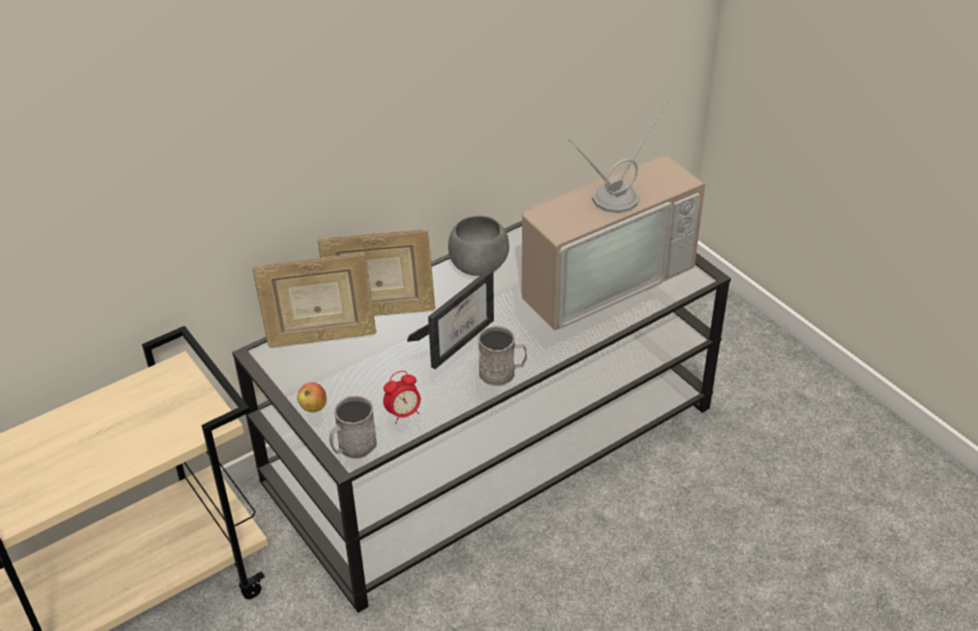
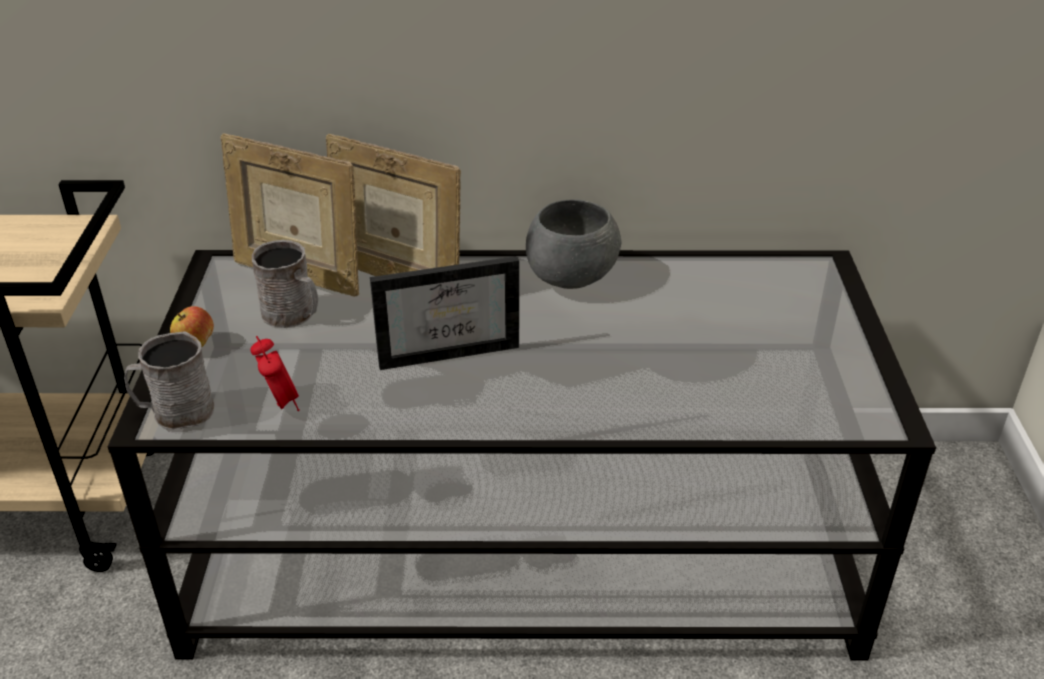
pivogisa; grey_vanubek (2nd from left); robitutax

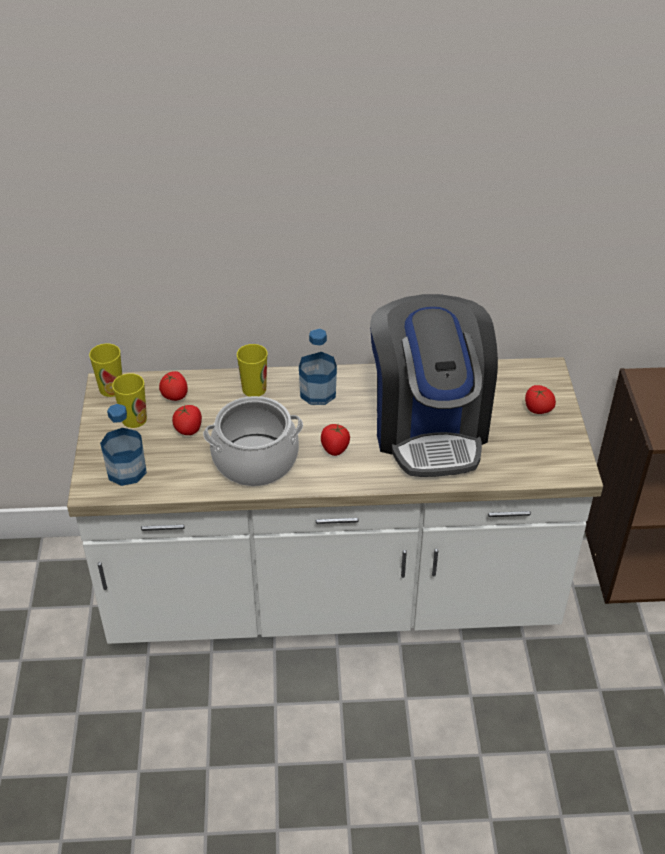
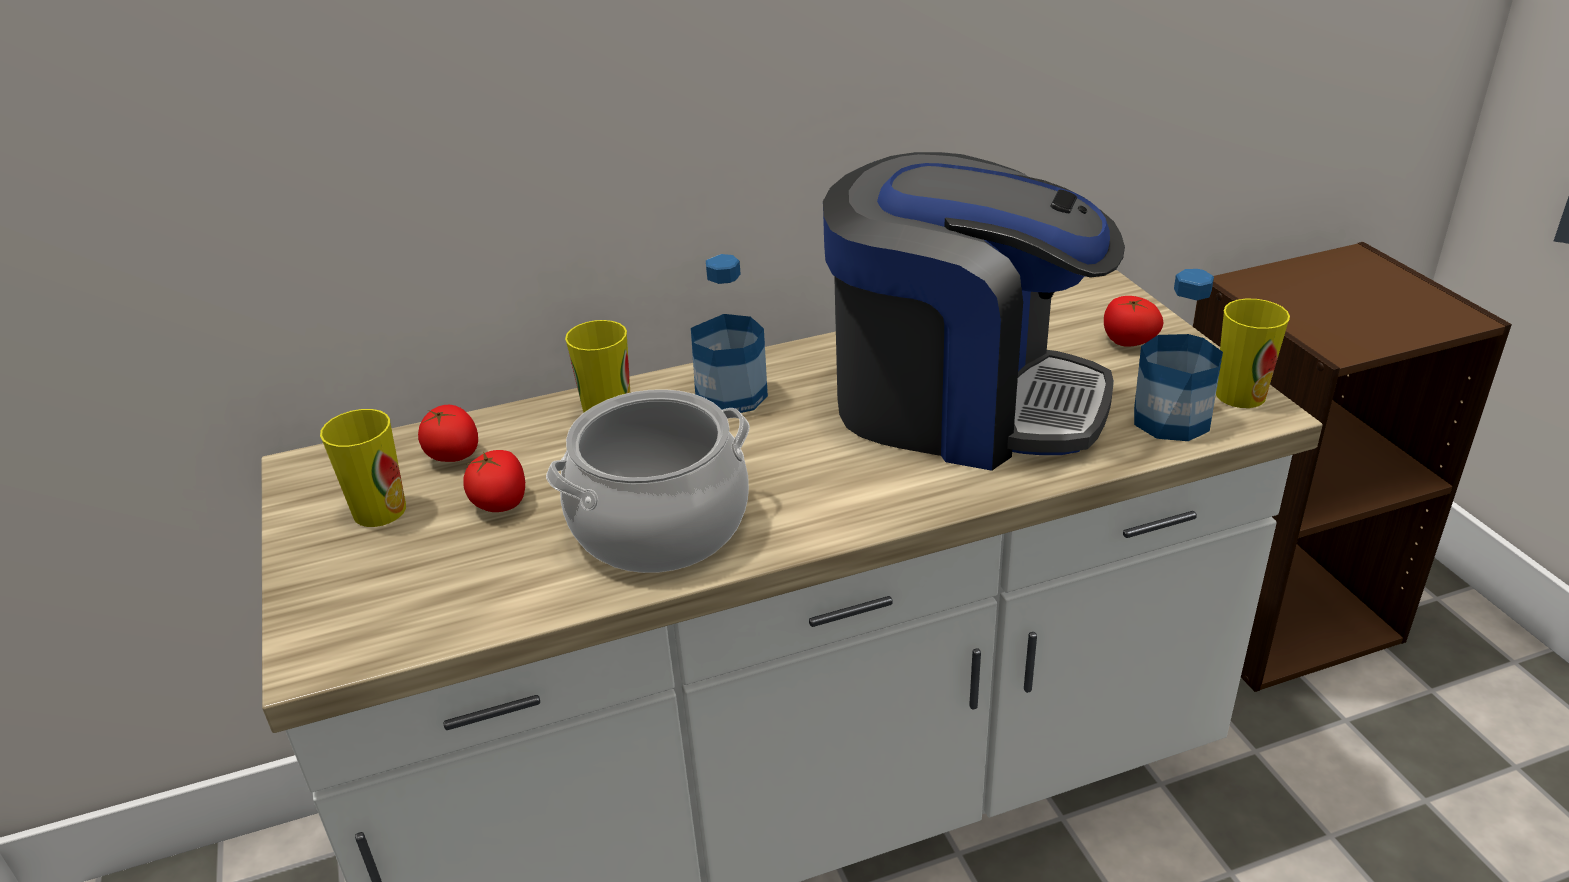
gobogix; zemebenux (2nd from left); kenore (3rd from left); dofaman (3rd from left in the first image)

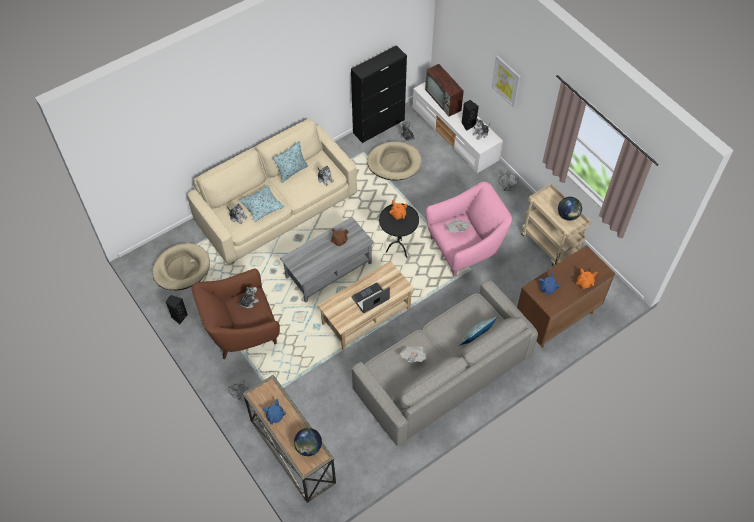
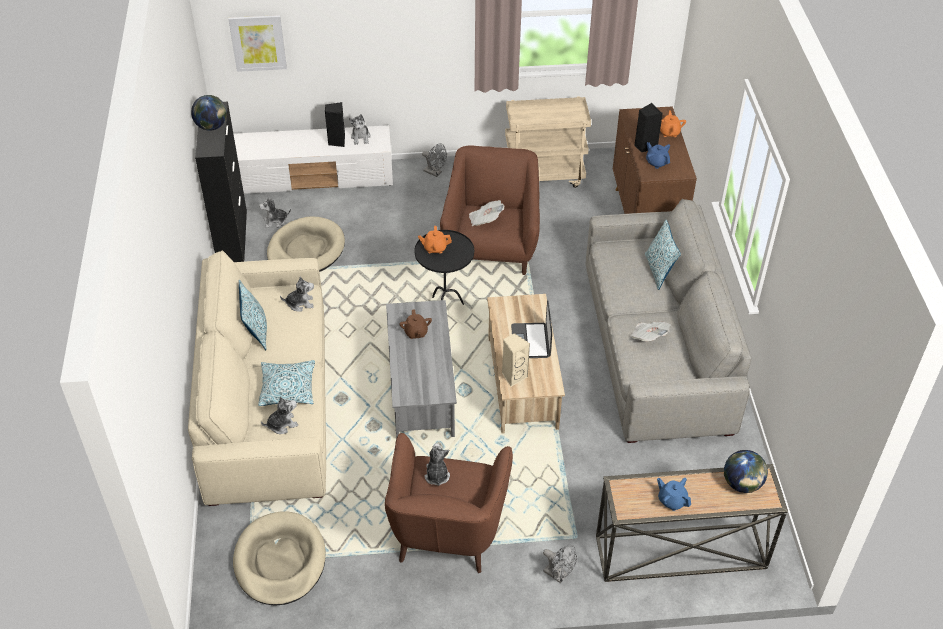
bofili (1st from left); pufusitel; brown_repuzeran (2nd from left); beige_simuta; black_simuta (2nd from left); robitutax

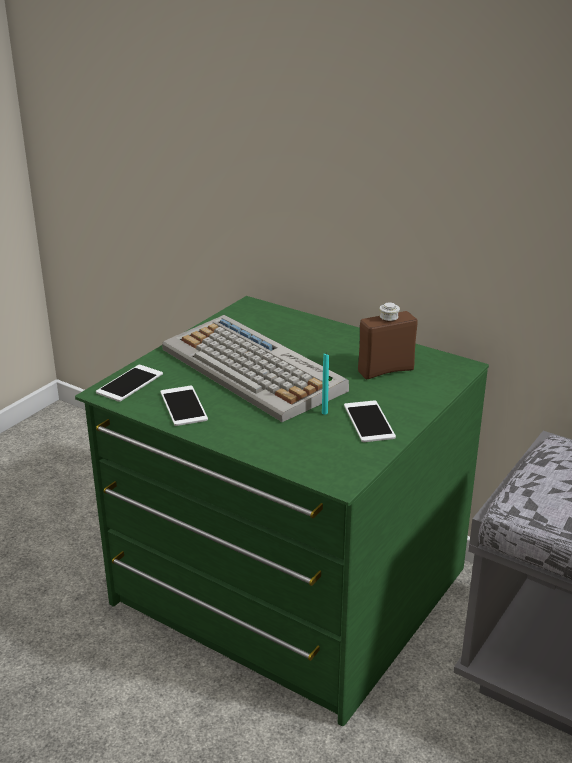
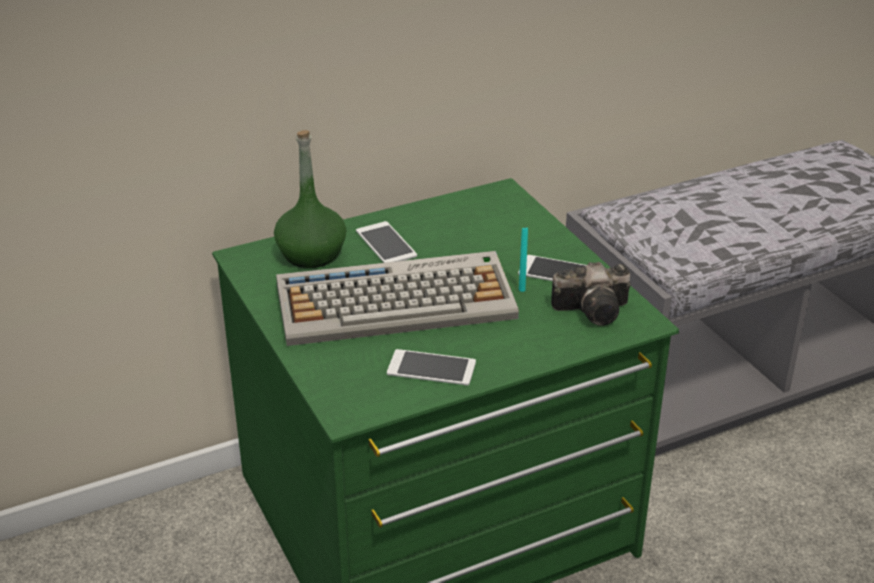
green_zemebenux; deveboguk (1st from left); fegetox; brown_zemebenux

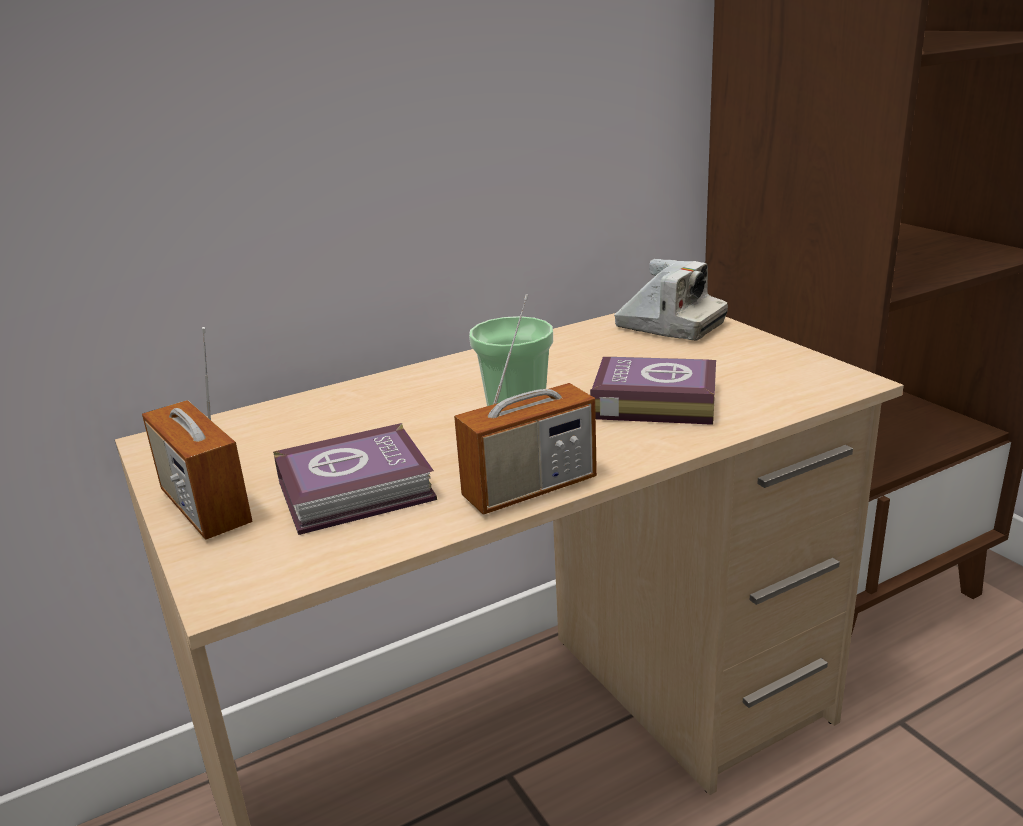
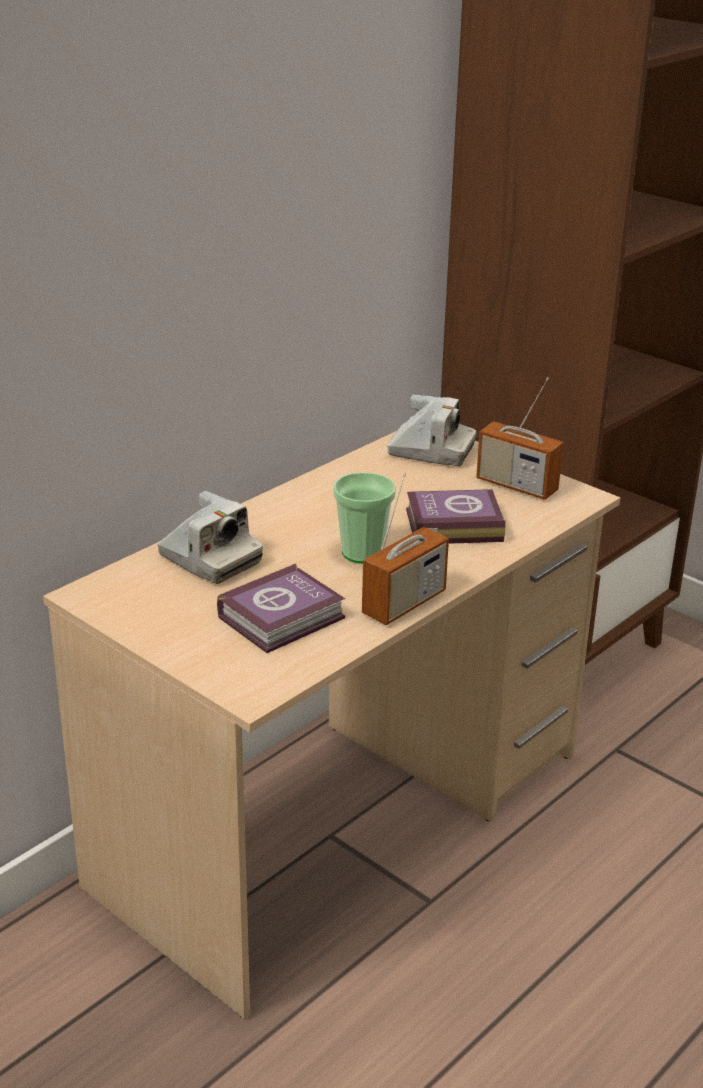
fegetox (1st from left); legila (2nd from left)

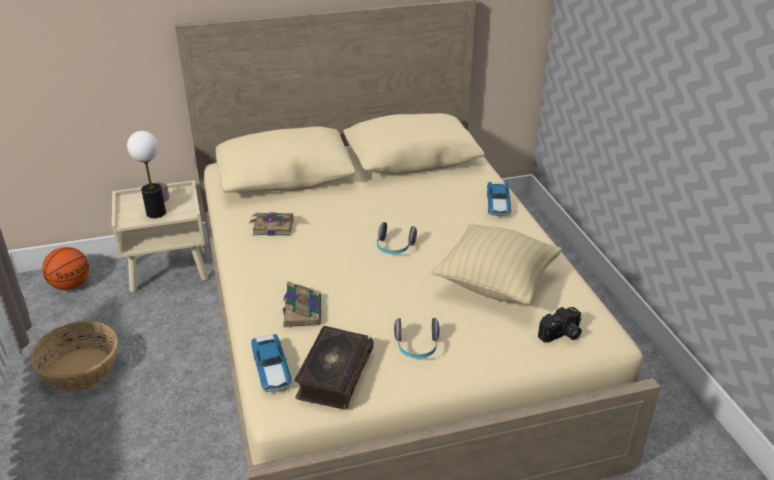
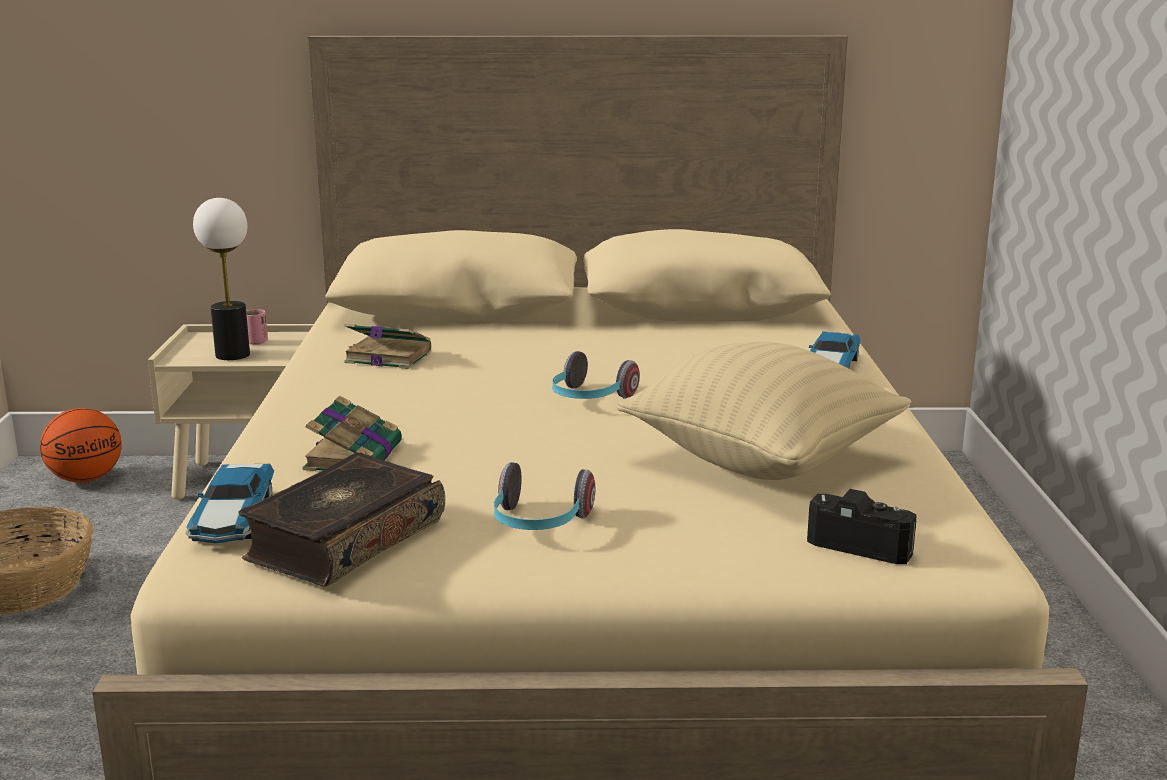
fegetox

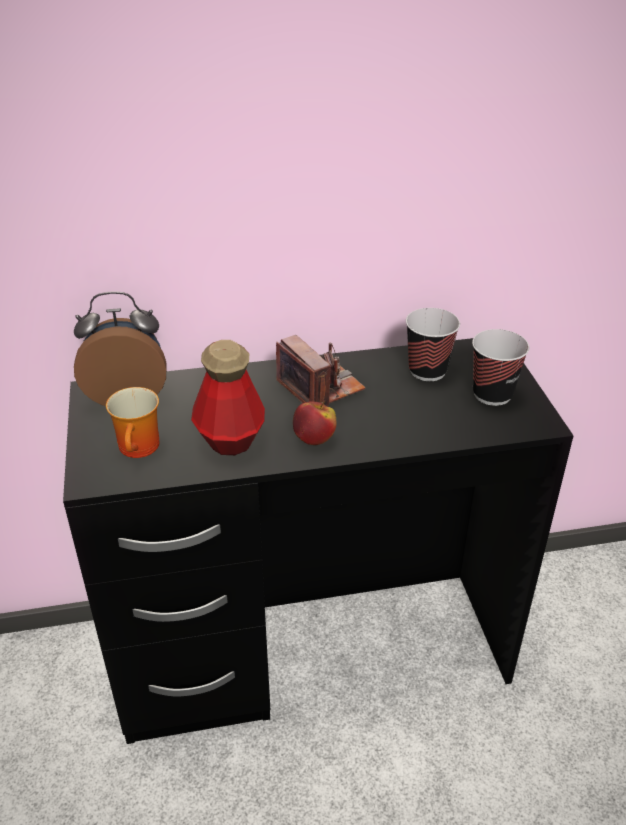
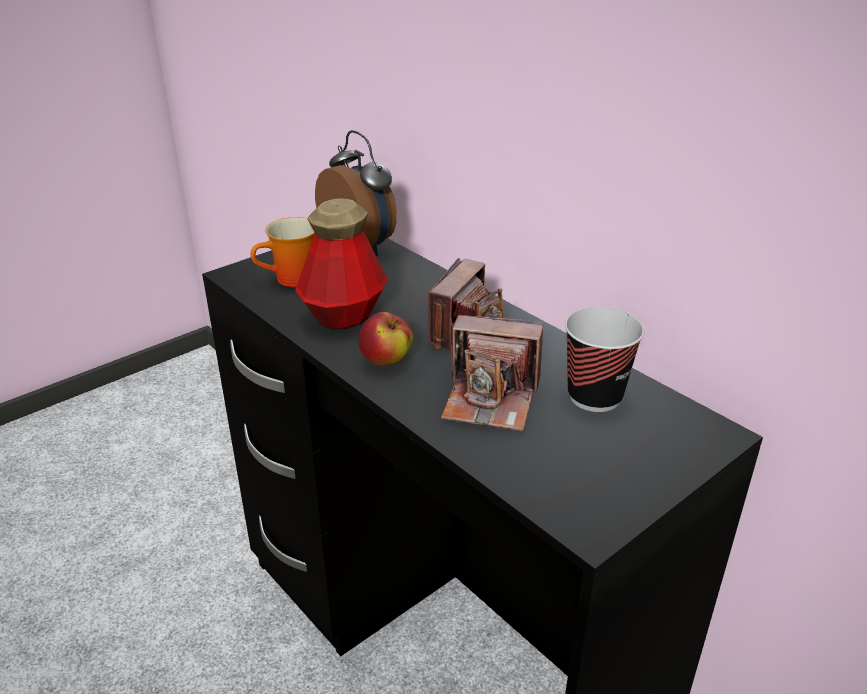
fegetox (2nd from left); kenore (2nd from left in the first image)

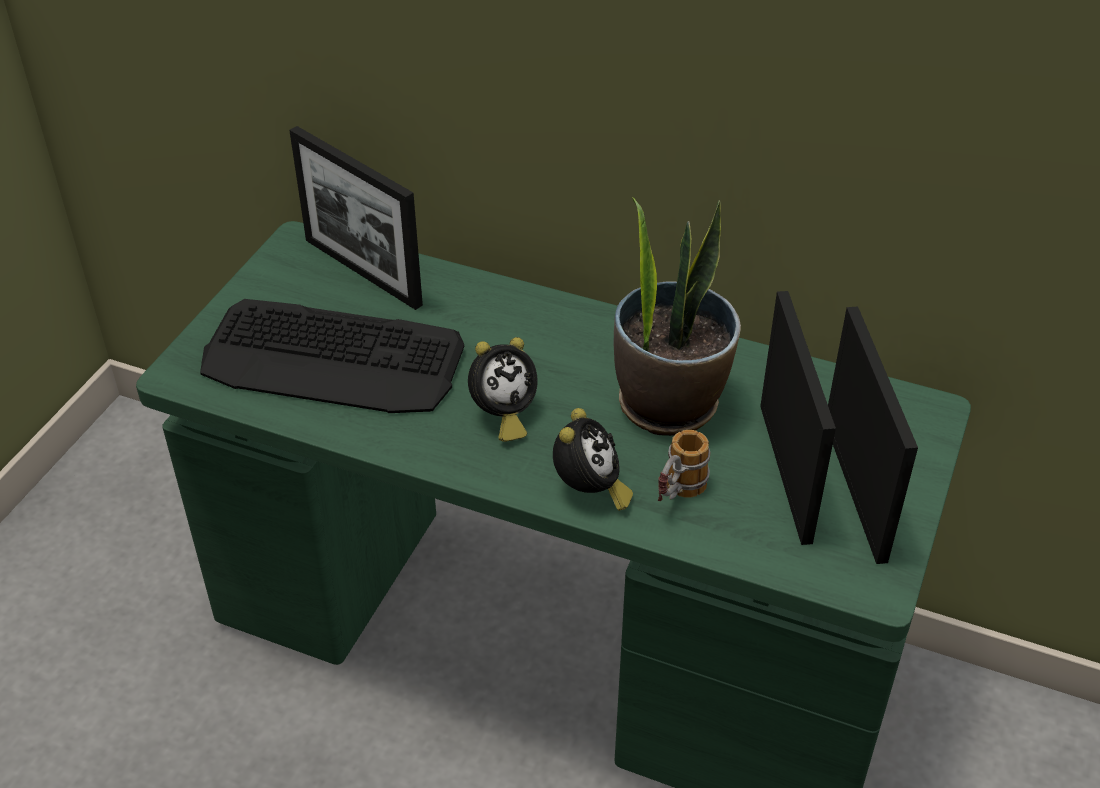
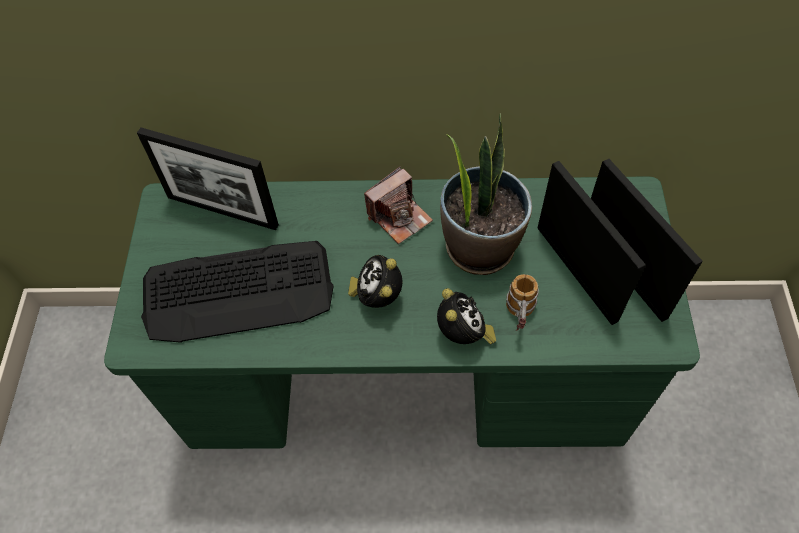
pivogisa (1st from left); fegetox

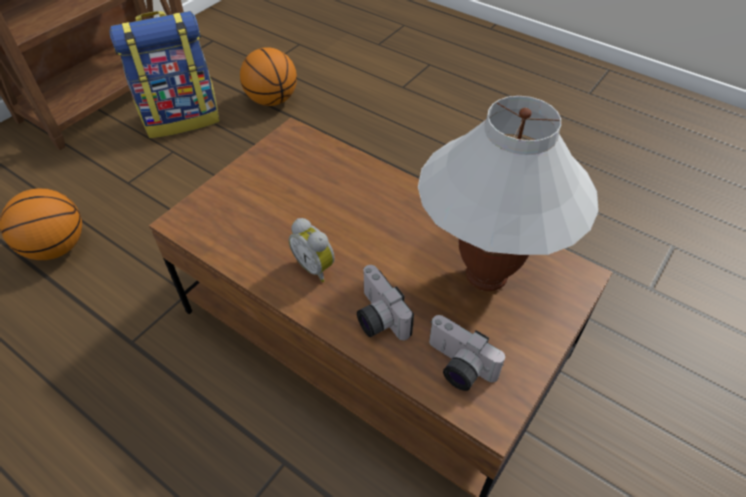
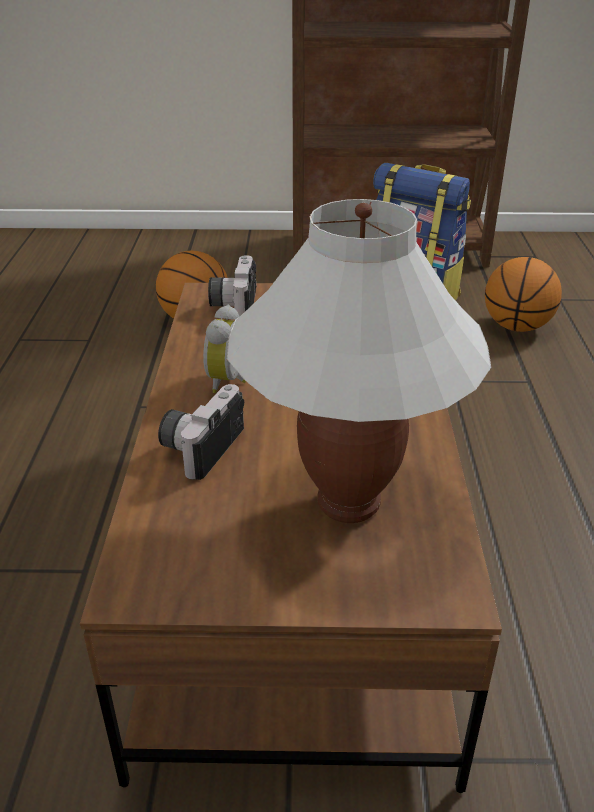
fegetox (2nd from left)

